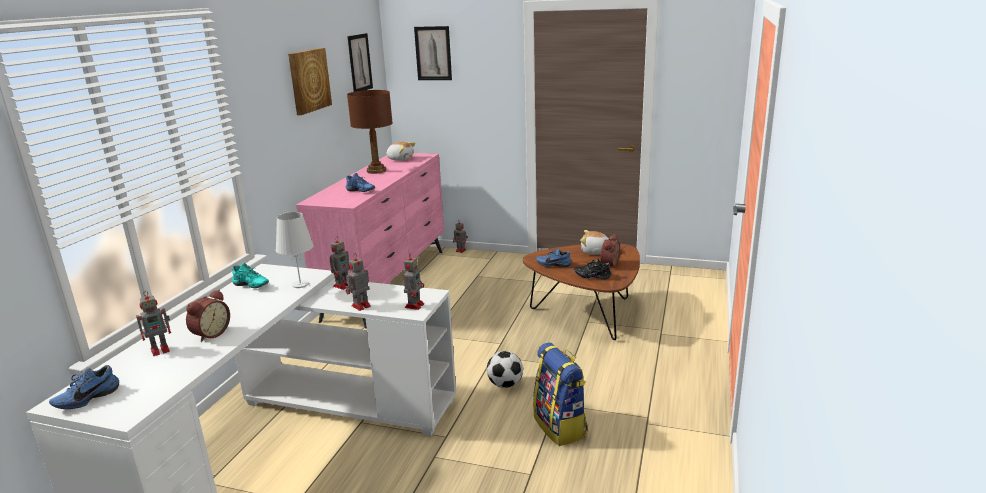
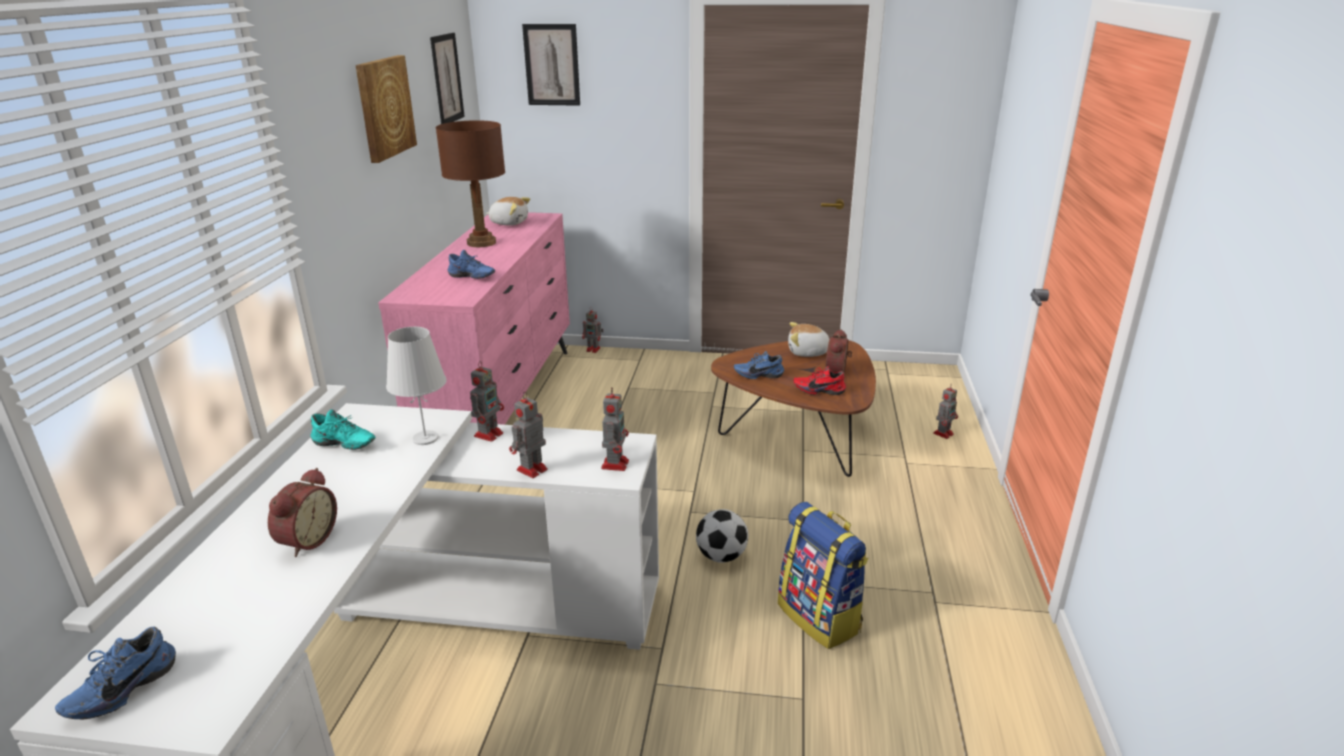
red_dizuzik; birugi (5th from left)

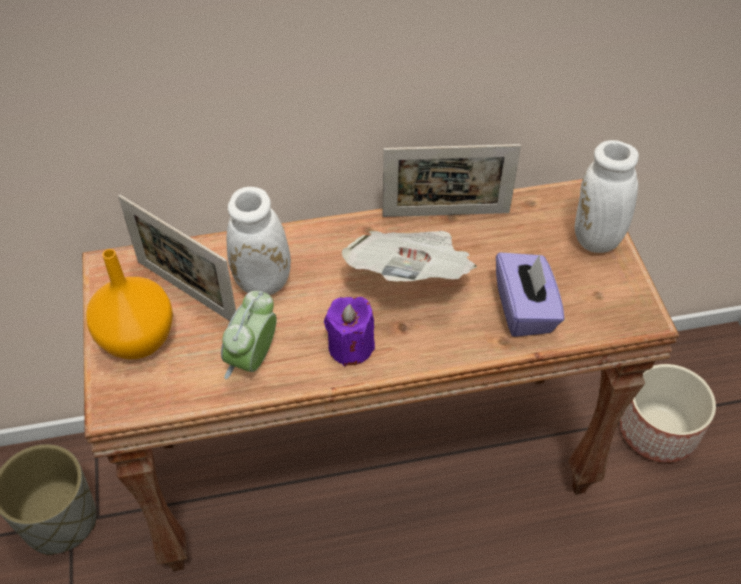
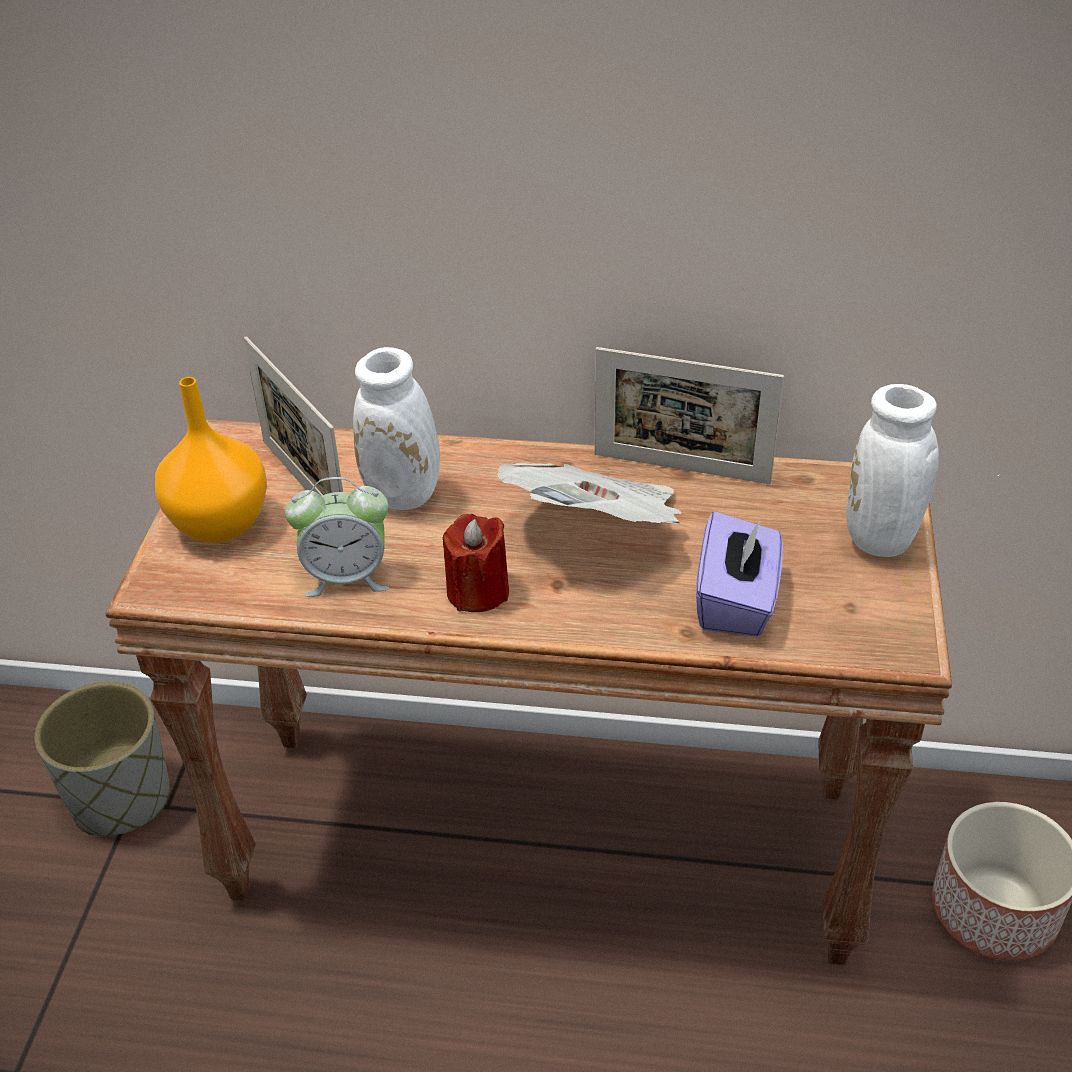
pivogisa; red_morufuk

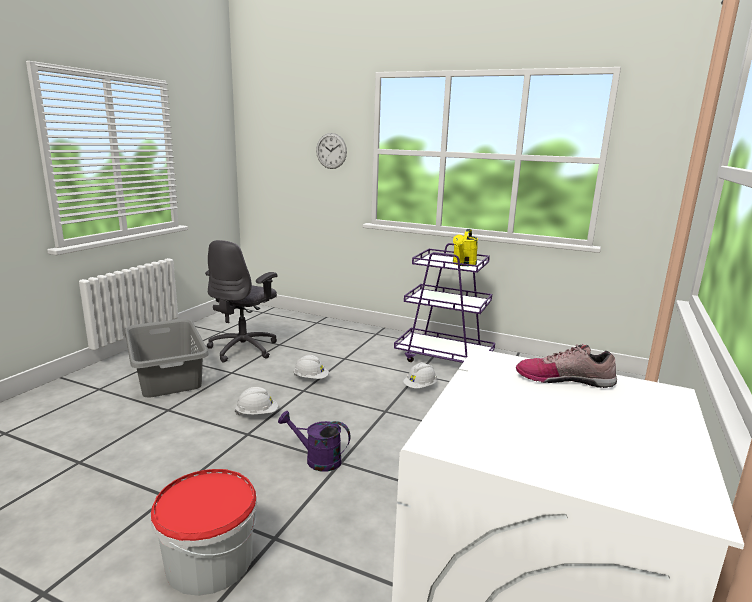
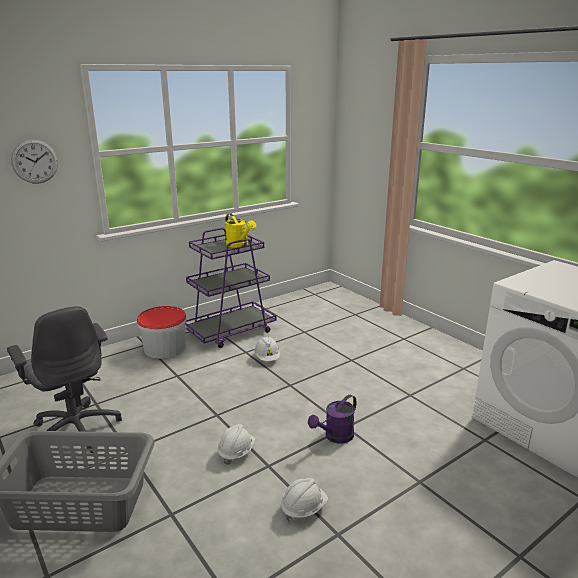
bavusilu; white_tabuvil (3rd from left); dizuzik

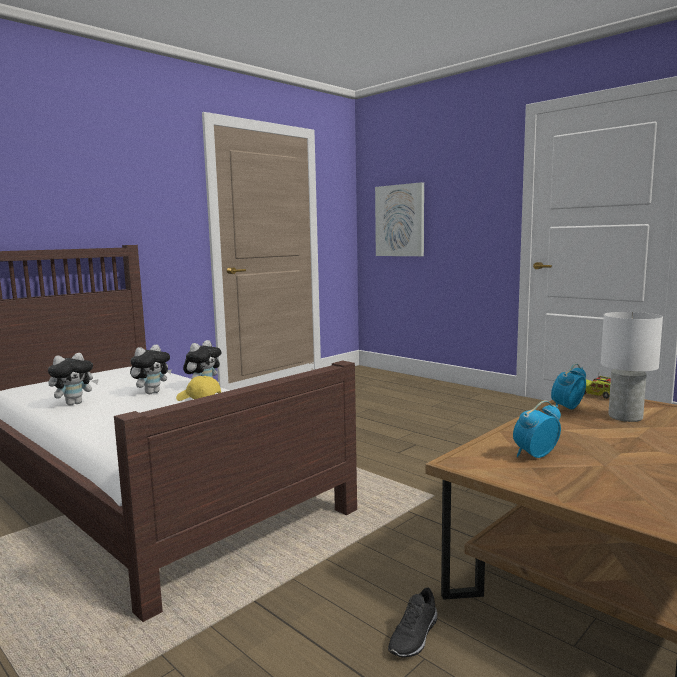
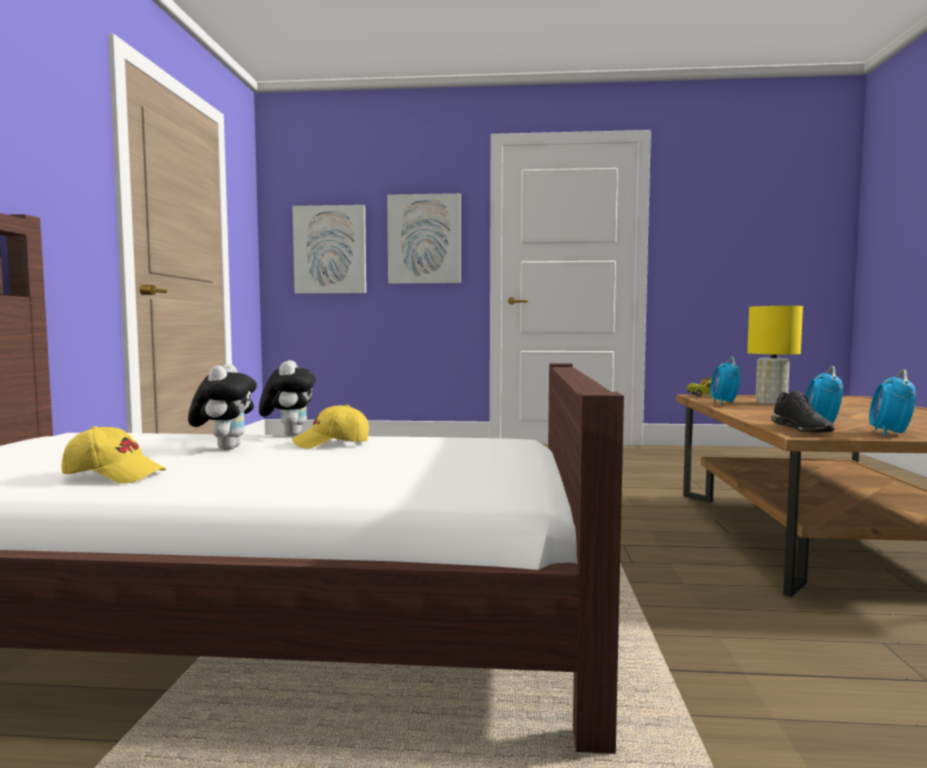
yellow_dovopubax (1st from left); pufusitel (2nd from left); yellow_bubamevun; black_dizuzik; pivogisa (3rd from left)

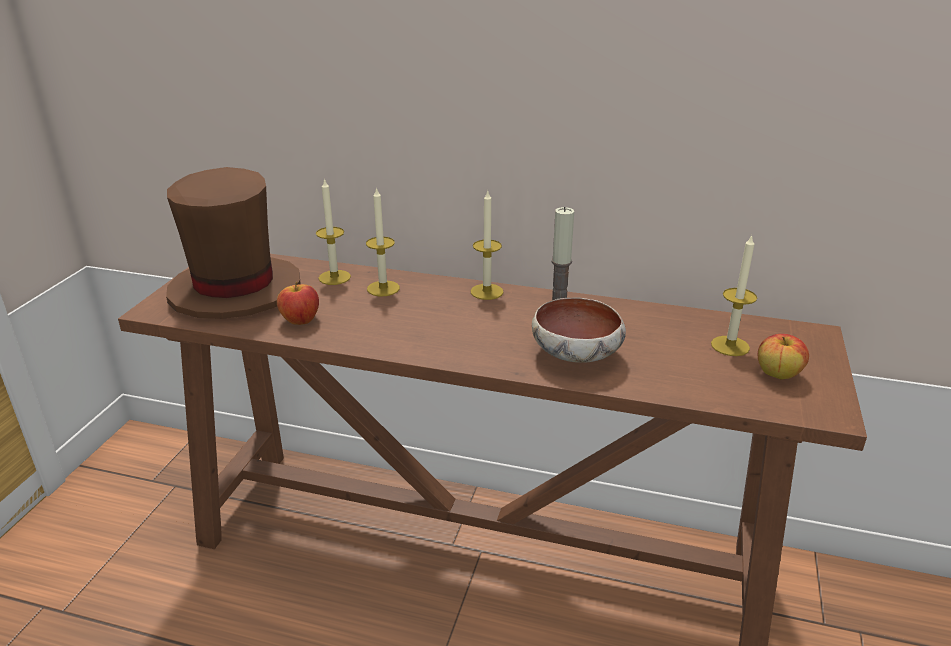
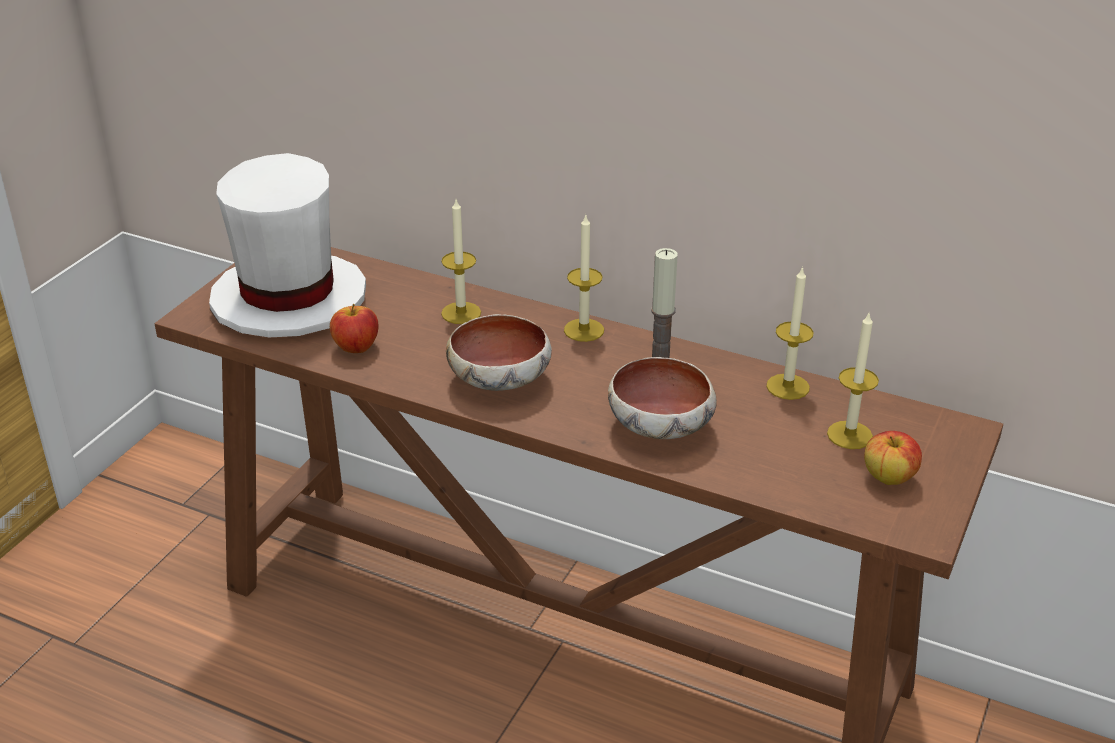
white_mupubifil; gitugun (1st from left); morufuk (4th from left)

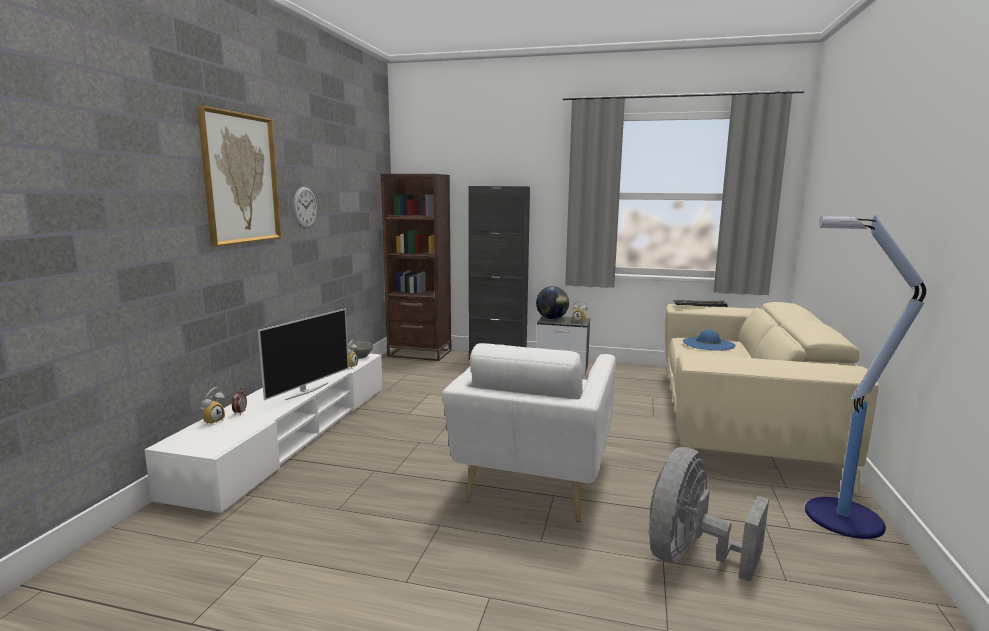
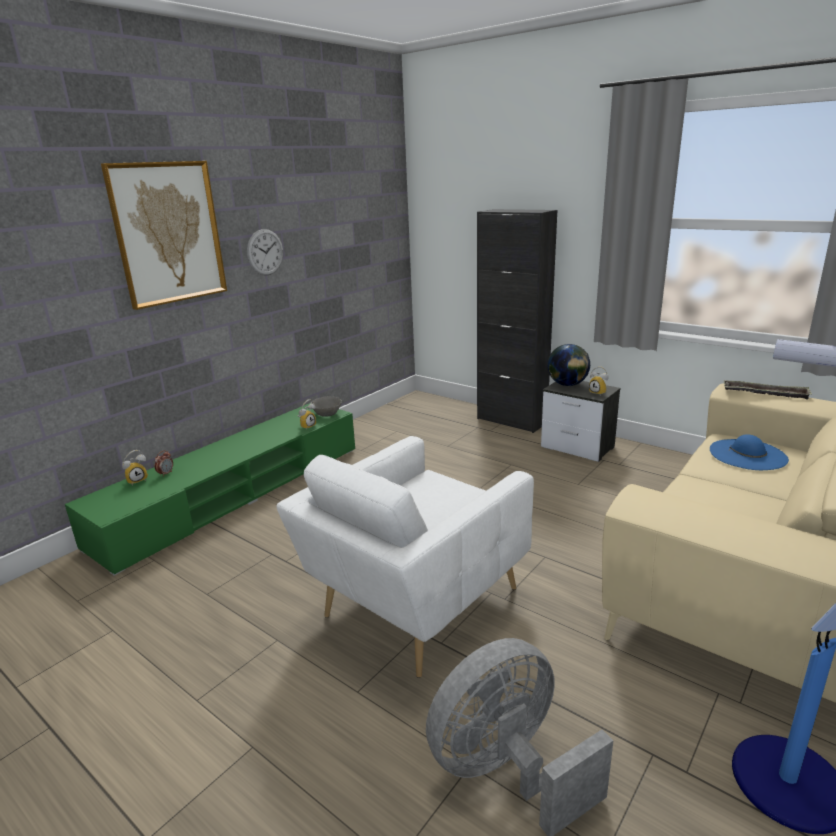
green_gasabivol; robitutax; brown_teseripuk

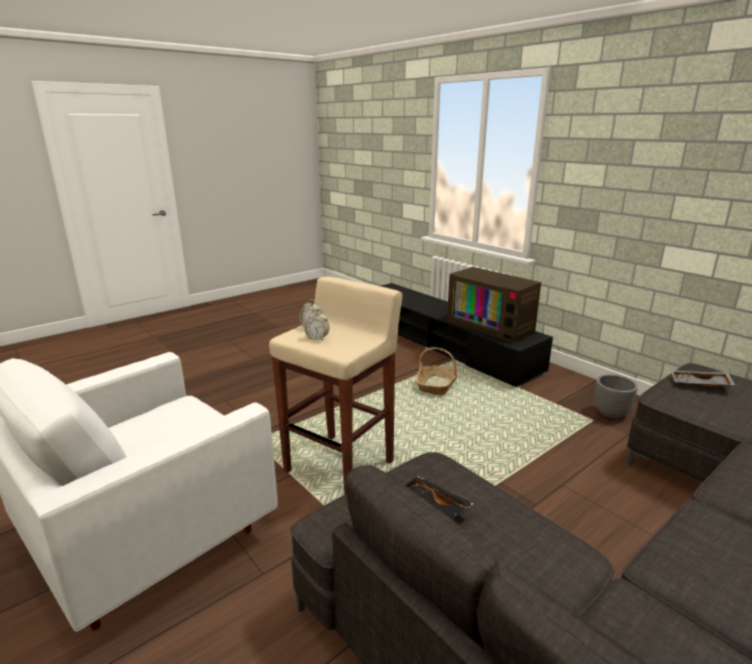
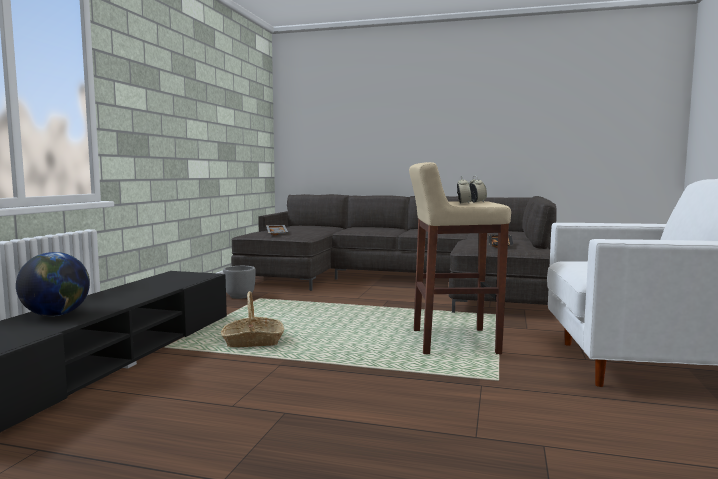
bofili; robitutax

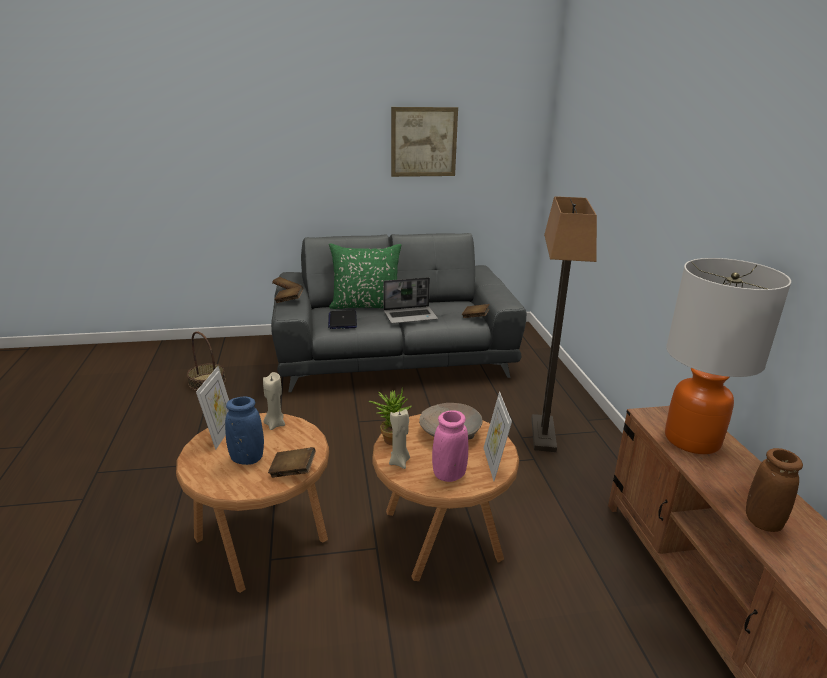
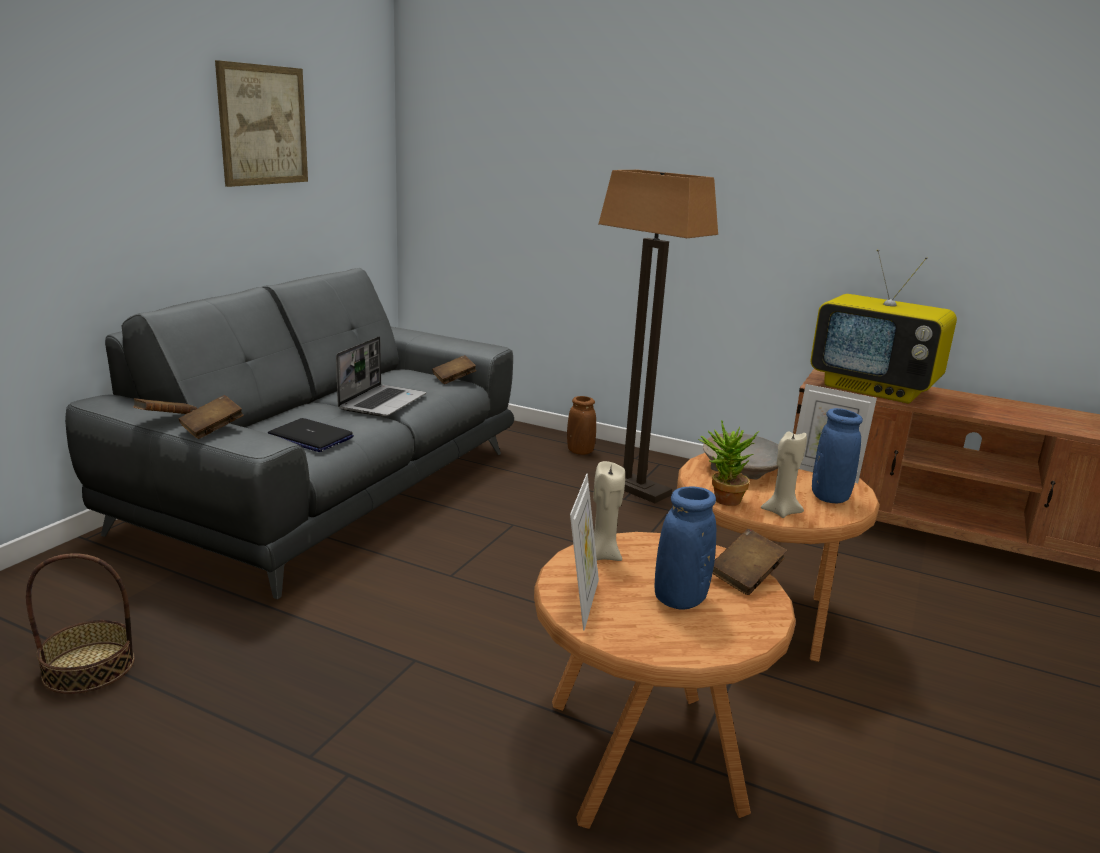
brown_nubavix; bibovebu (1st from left); robitutax; blue_nubavix (2nd from left); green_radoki

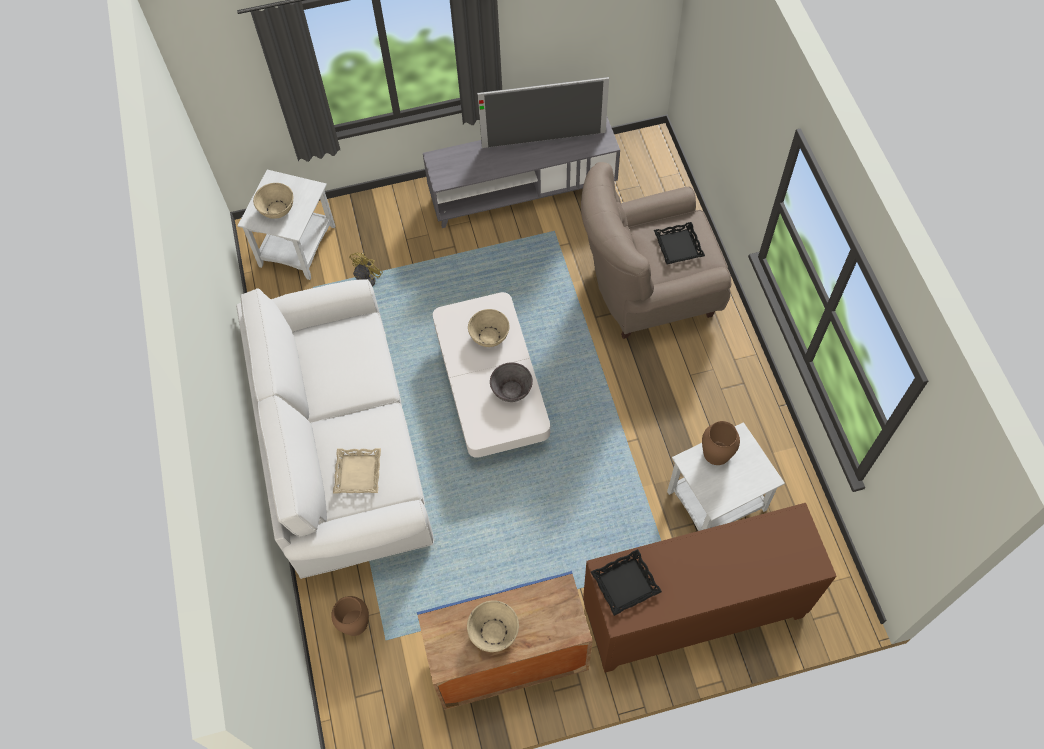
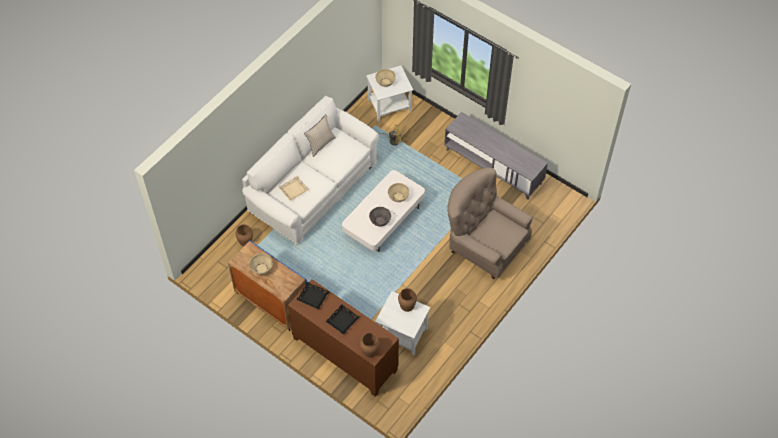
beige_radoki; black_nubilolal (2nd from left); brown_nubavix (2nd from left); robitutax

